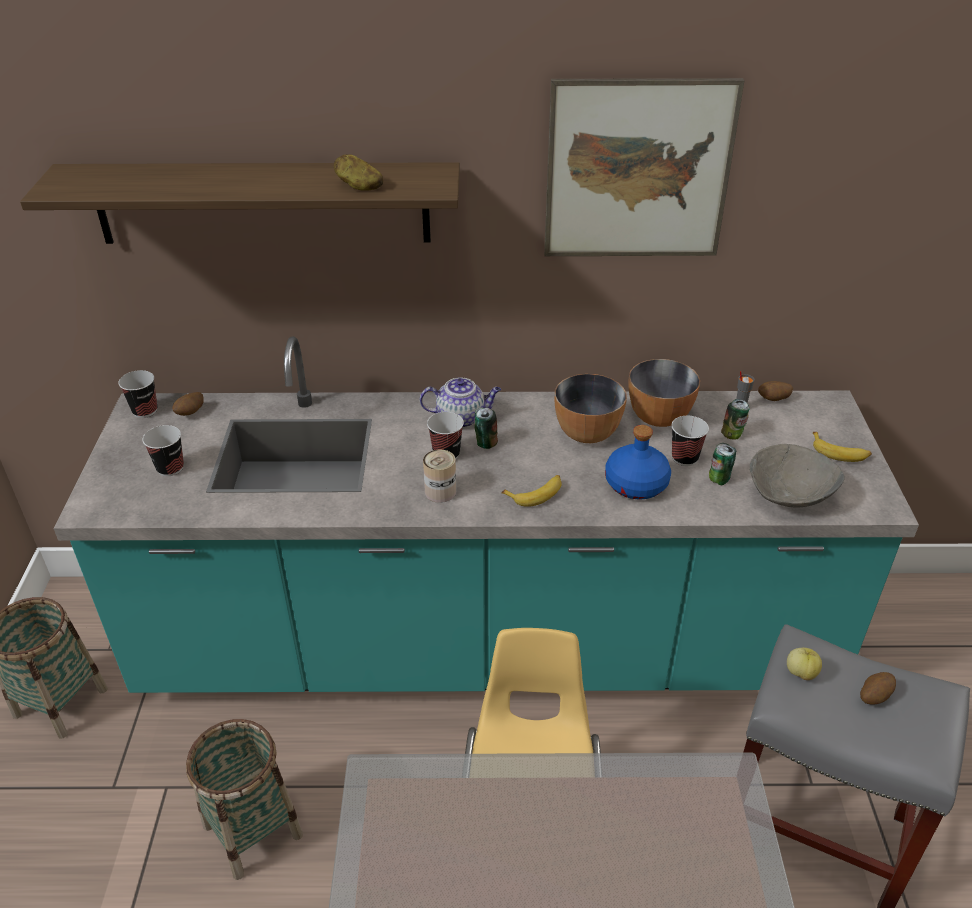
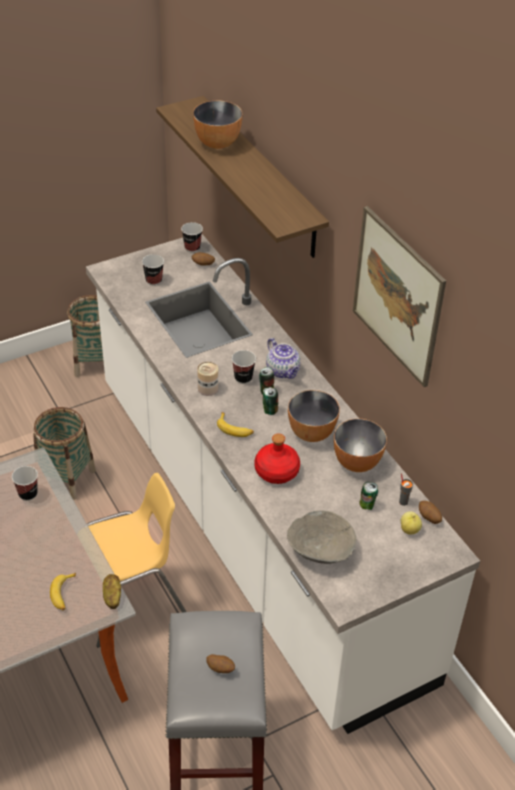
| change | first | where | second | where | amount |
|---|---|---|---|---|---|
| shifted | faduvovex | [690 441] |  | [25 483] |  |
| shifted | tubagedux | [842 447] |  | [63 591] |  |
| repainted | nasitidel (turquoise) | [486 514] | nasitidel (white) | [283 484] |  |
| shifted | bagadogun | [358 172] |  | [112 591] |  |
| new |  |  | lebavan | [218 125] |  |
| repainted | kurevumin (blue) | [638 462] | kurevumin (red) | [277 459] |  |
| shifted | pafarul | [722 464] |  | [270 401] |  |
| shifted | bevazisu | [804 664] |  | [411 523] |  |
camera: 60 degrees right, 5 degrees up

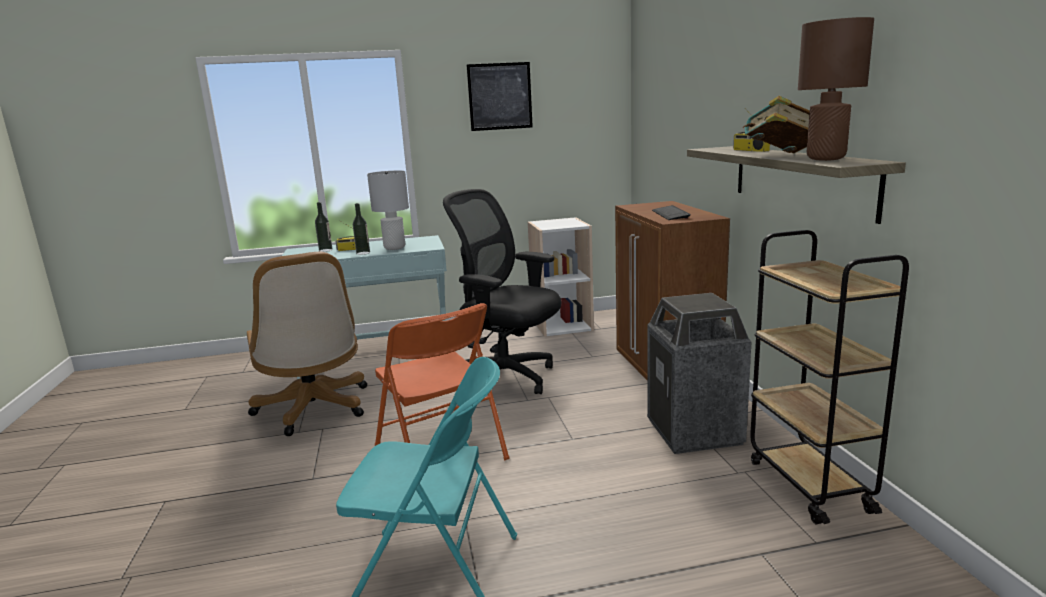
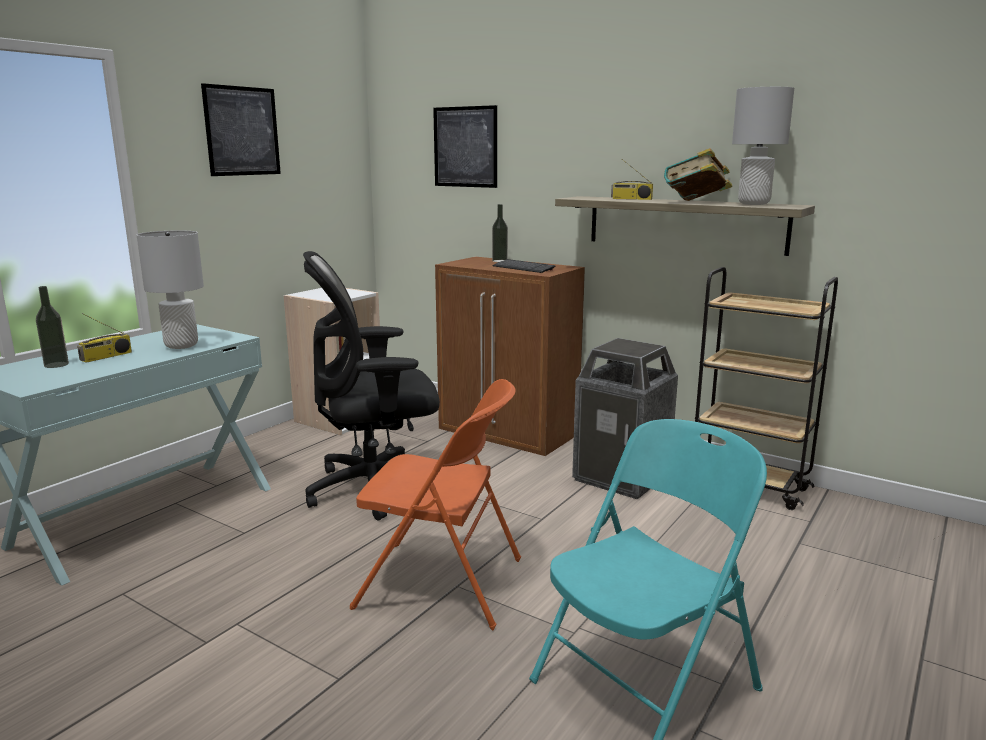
| change | first | where | second | where | amount |
|---|---|---|---|---|---|
| new |  |  | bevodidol | [465 146] |  |
| shifted | kurevumin | [361 229] |  | [500 233] |  |
| repainted | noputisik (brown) | [836 89] | noputisik (grey) | [763 146] |  |
| gone | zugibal | [307 344] |  |  |  |
camera: 45 degrees left, 0 degrees up

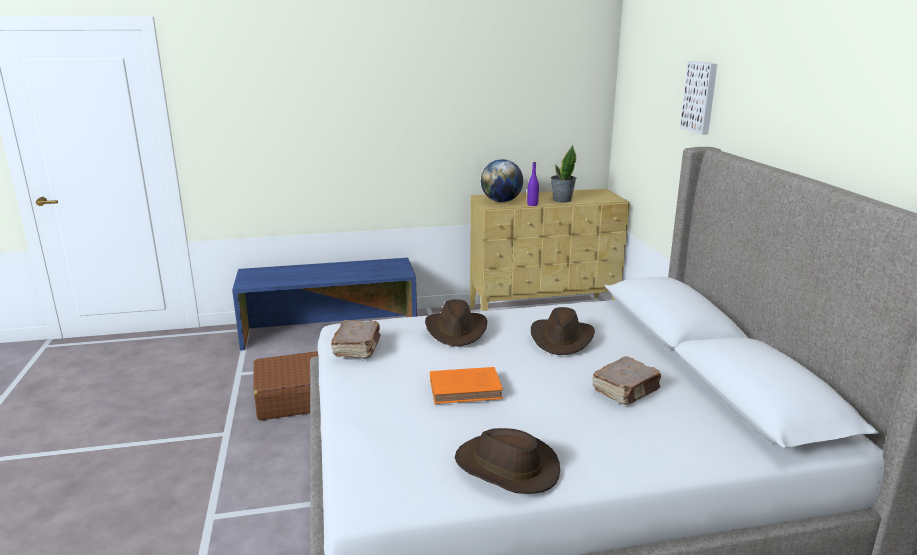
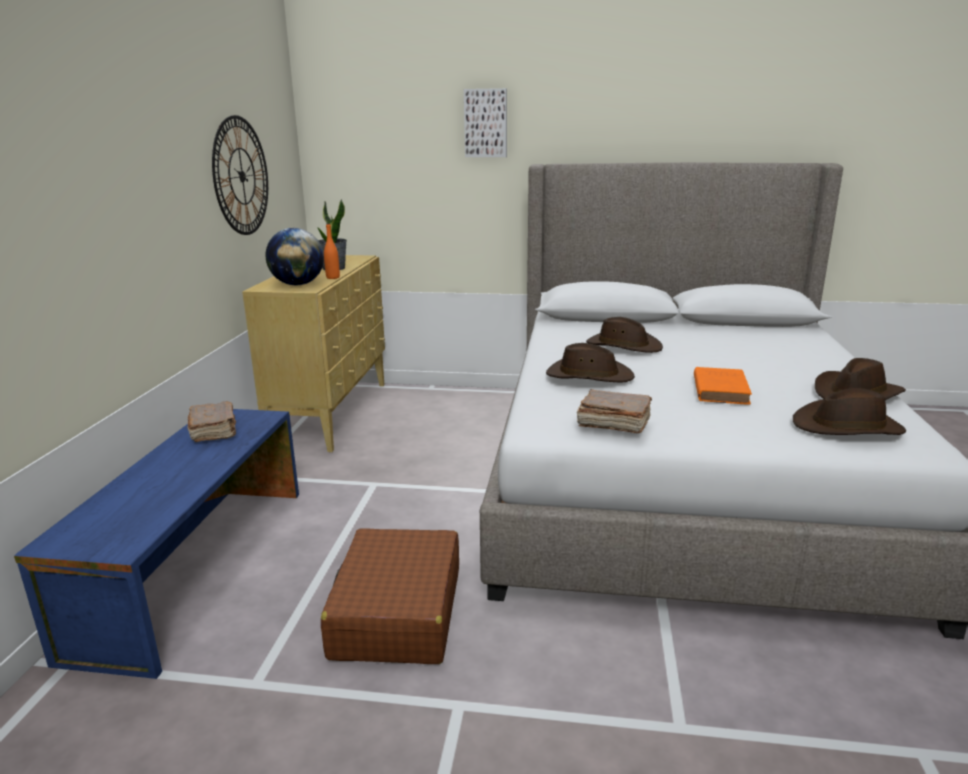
| change | first | where | second | where | amount |
|---|---|---|---|---|---|
| shifted | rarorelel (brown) | [626 380] |  | [212 421] |  |
| new |  |  | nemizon | [240 175] |  |
| repainted | kurevumin (purple) | [533 184] | kurevumin (orange) | [332 251] |  |
| new |  |  | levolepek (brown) | [849 411] |  |
camera: 70 degrees left, 0 degrees up

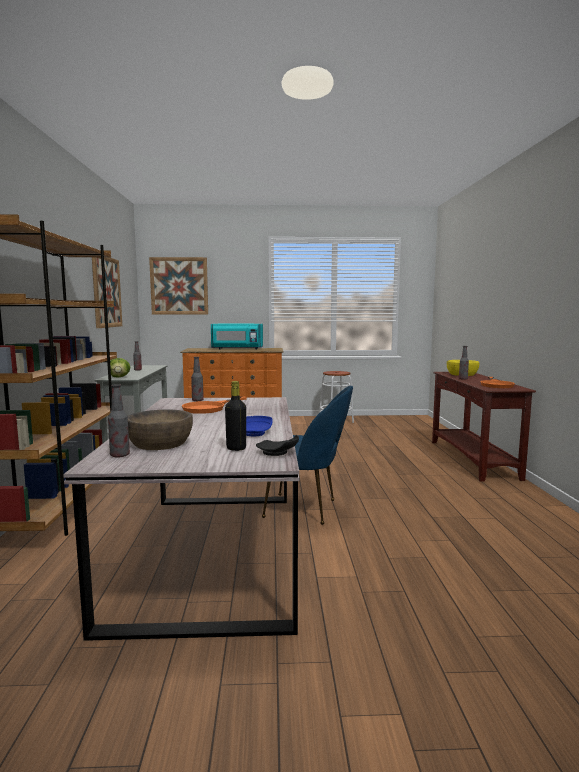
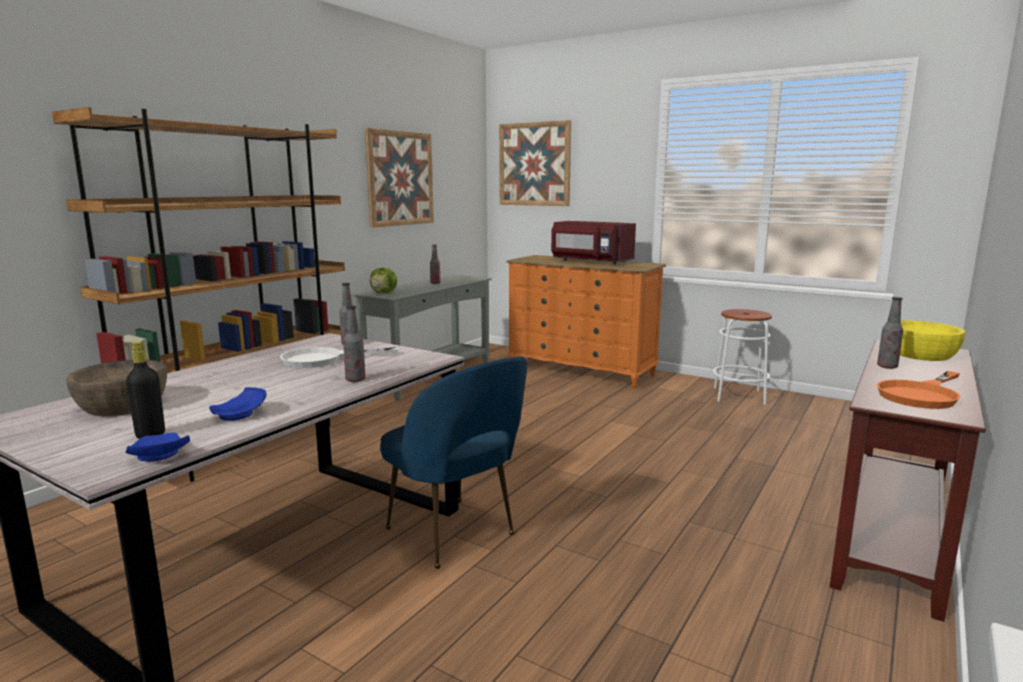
| change | first | where | second | where | amount |
|---|---|---|---|---|---|
| repainted | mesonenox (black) | [277 445] | mesonenox (blue) | [157 447] |  |
| repainted | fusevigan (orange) | [214 405] | fusevigan (white) | [339 357] |  |
| shifted | kurevumin | [119 420] |  | [354 343] |  |
| repainted | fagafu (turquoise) | [237 337] | fagafu (red) | [593 242] |  |
camera: 35 degrees right, 5 degrees up

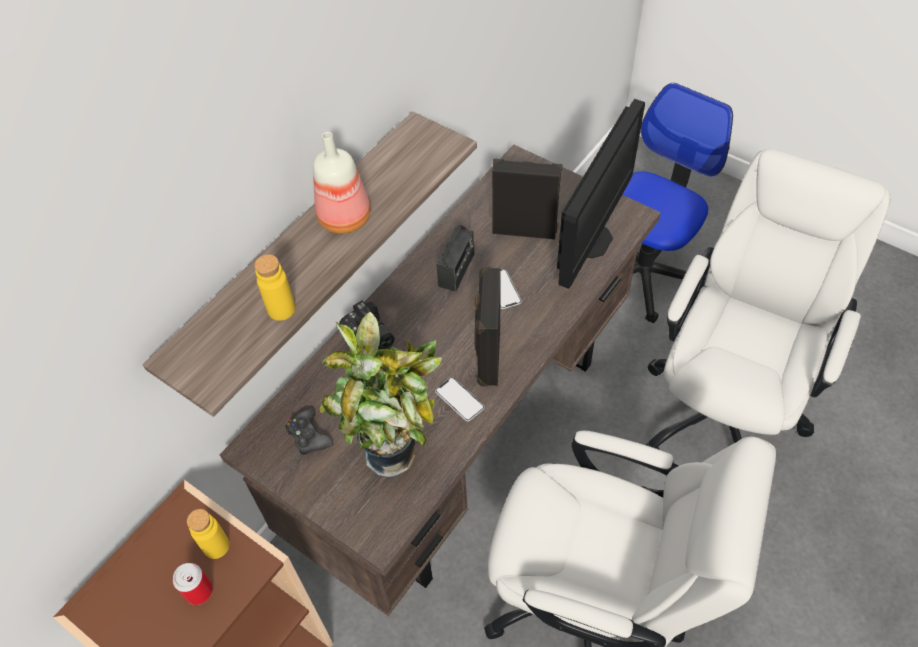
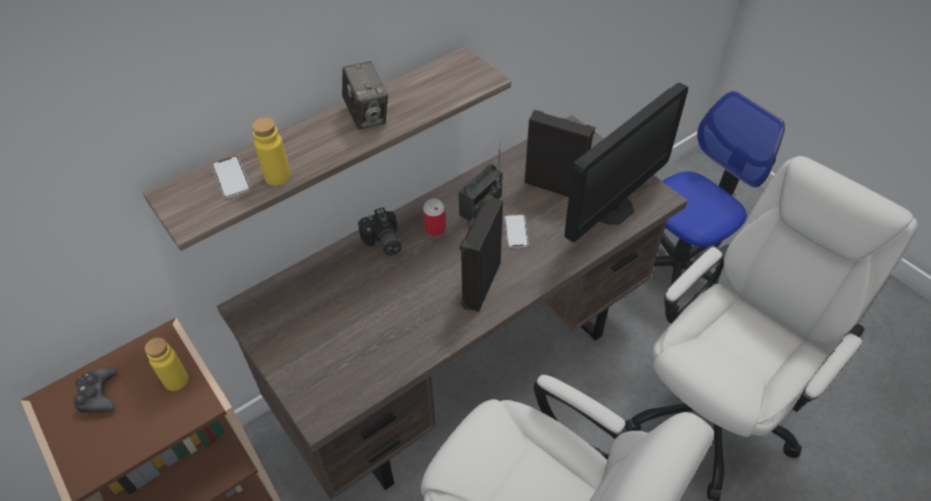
| change | first | where | second | where | amount |
|---|---|---|---|---|---|
| shifted | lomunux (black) | [309 431] |  | [95 390] |  |
| shifted | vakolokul | [460 399] |  | [231 177] |  |
| swapped | kurevumin | [342 183] | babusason | [365 95] |  |
| shifted | pafarul | [192 584] |  | [434 217] |  |
| gone | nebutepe | [381 394] |  |  |  |
camera: 15 degrees right, 5 degrees down

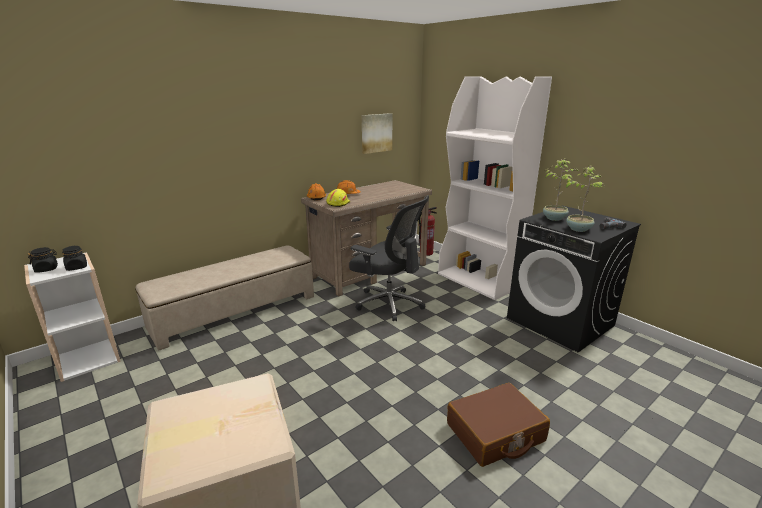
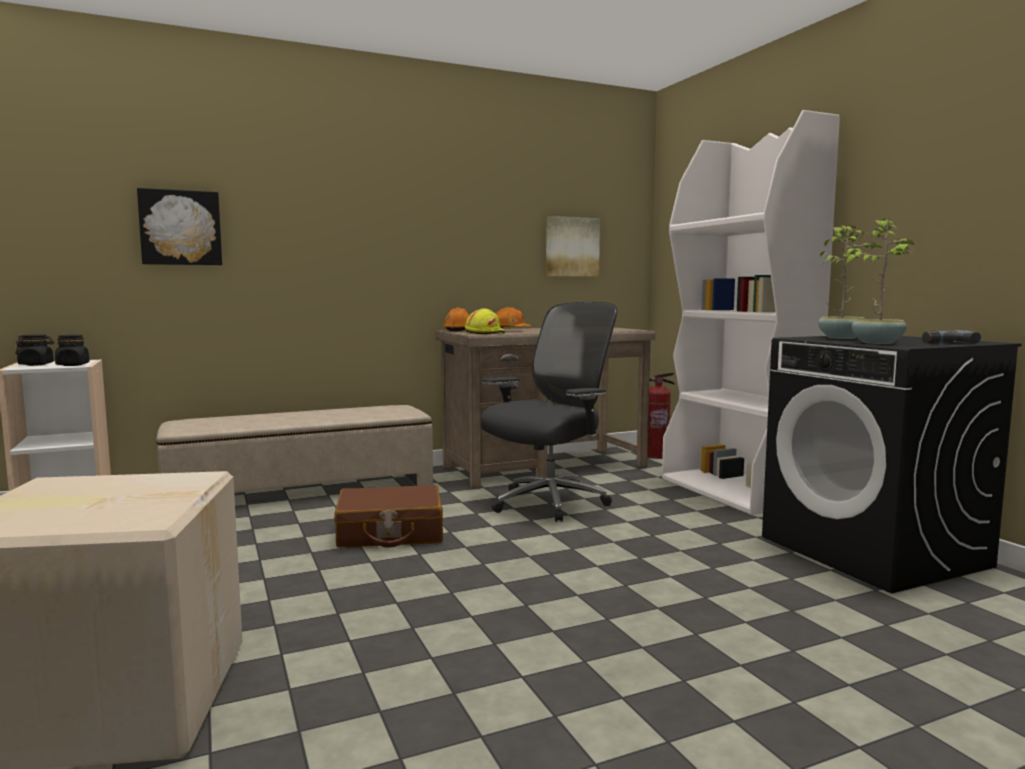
| change | first | where | second | where | amount |
|---|---|---|---|---|---|
| new |  |  | bevodidol | [179 226] |  |
| shifted | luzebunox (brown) | [498 425] |  | [388 516] |  |
| rotated | zugibal | [389 258] |  | [549 412] | 90 degrees counterclockwise |
camera: 15 degrees right, 15 degrees down

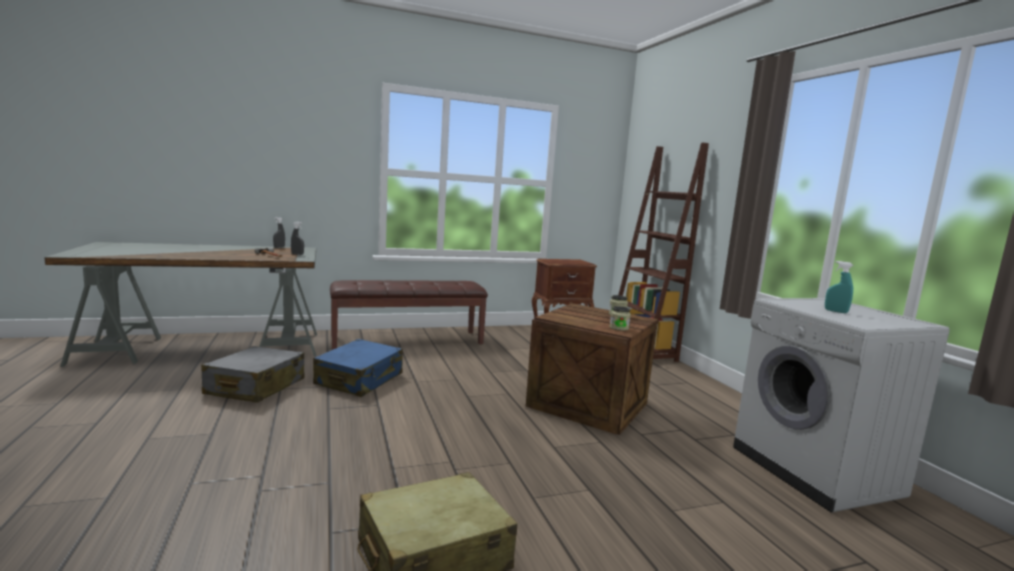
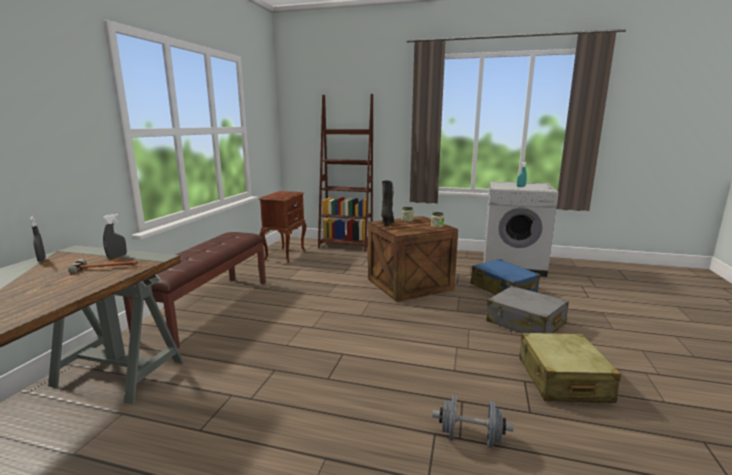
| change | first | where | second | where | amount |
|---|---|---|---|---|---|
| new |  |  | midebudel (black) | [387 203] |  |
| new |  |  | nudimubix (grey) | [473 421] |  |
| shifted | luzebunox (blue) | [358 368] |  | [505 277] |  |
| shifted | luzebunox (grey) | [252 374] |  | [528 309] |  |
camera: 55 degrees left, 5 degrees up

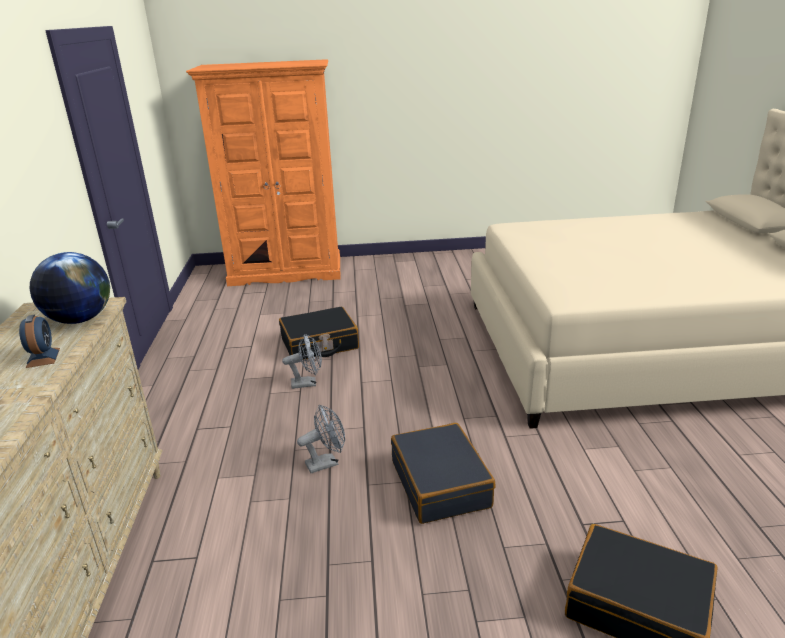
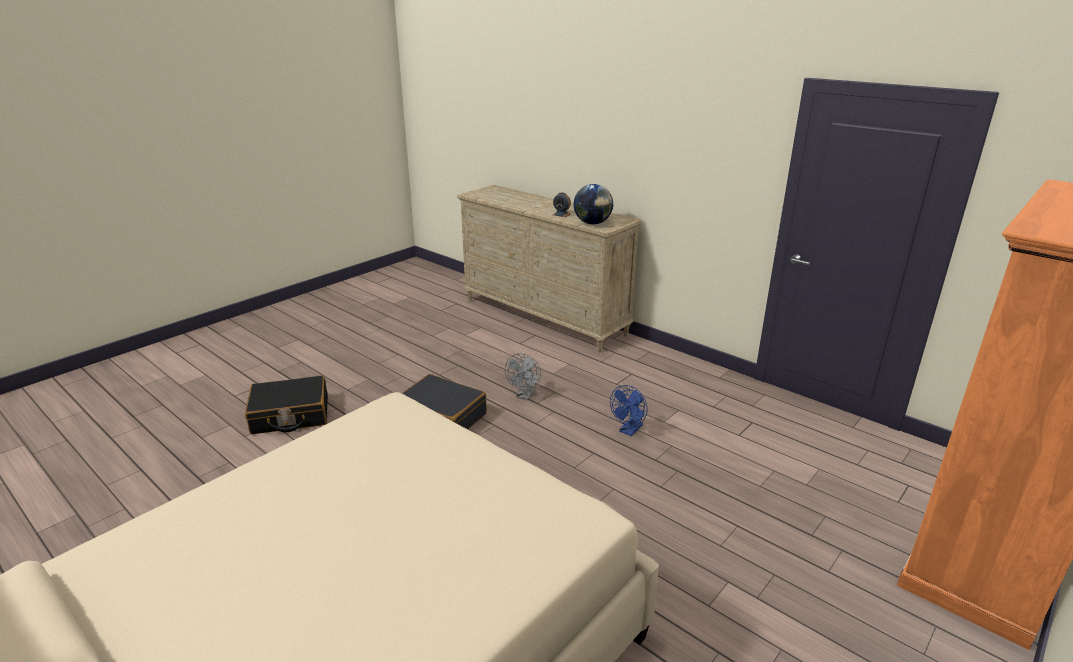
| change | first | where | second | where | amount |
|---|---|---|---|---|---|
| repainted | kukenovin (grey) | [302 361] | kukenovin (blue) | [629 410] |  |
| gone | luzebunox (black) | [319 333] |  |  |  |
camera: 135 degrees right, 0 degrees up

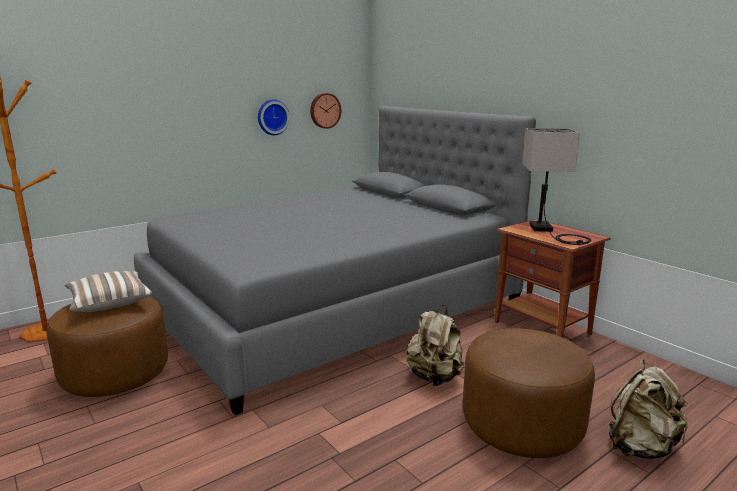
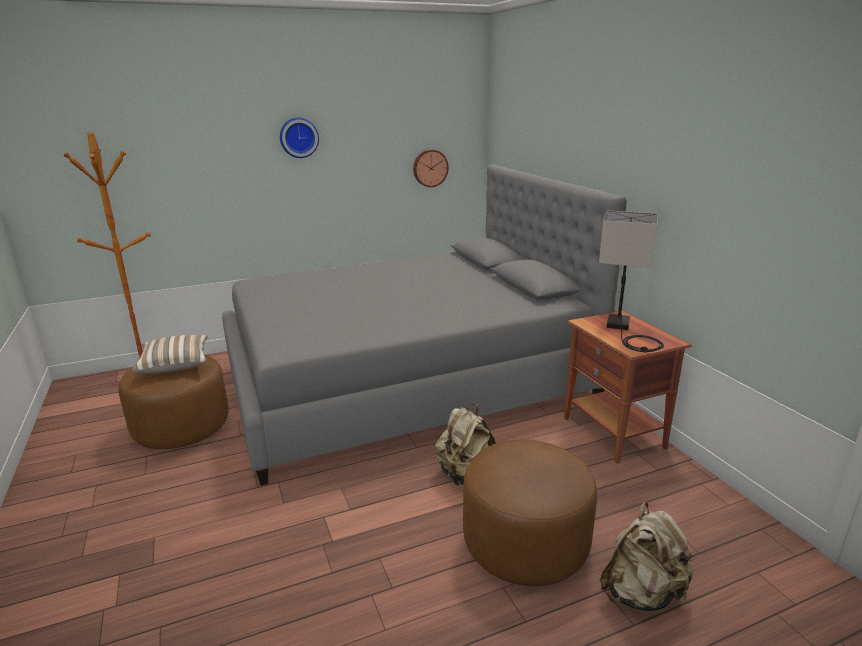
| change | first | where | second | where | amount |
|---|---|---|---|---|---|
| shifted | nemizon | [274 117] |  | [299 137] |  |
camera: 15 degrees right, 5 degrees up

